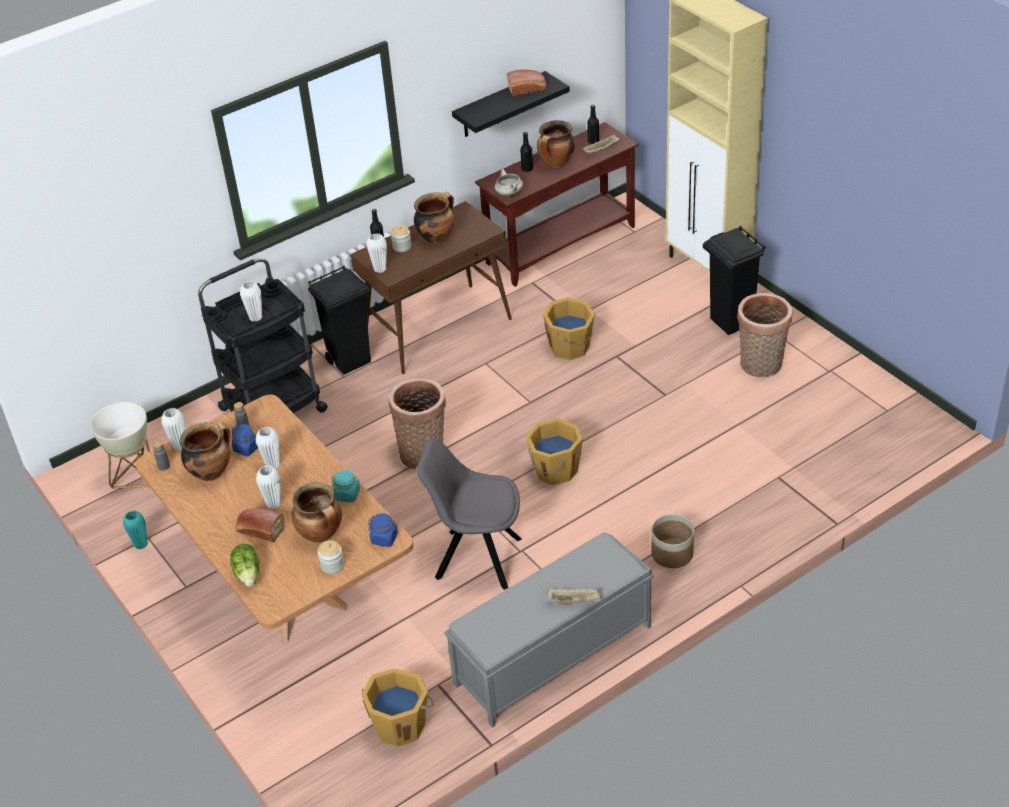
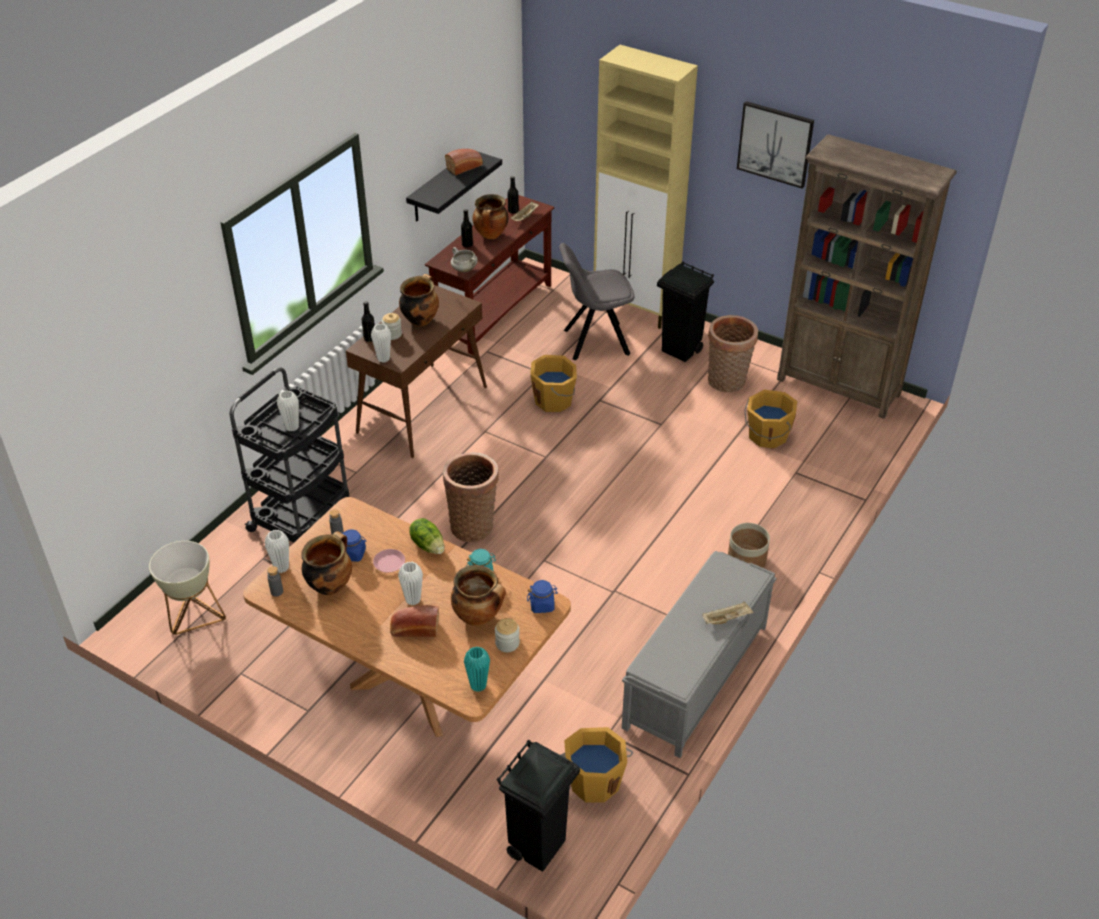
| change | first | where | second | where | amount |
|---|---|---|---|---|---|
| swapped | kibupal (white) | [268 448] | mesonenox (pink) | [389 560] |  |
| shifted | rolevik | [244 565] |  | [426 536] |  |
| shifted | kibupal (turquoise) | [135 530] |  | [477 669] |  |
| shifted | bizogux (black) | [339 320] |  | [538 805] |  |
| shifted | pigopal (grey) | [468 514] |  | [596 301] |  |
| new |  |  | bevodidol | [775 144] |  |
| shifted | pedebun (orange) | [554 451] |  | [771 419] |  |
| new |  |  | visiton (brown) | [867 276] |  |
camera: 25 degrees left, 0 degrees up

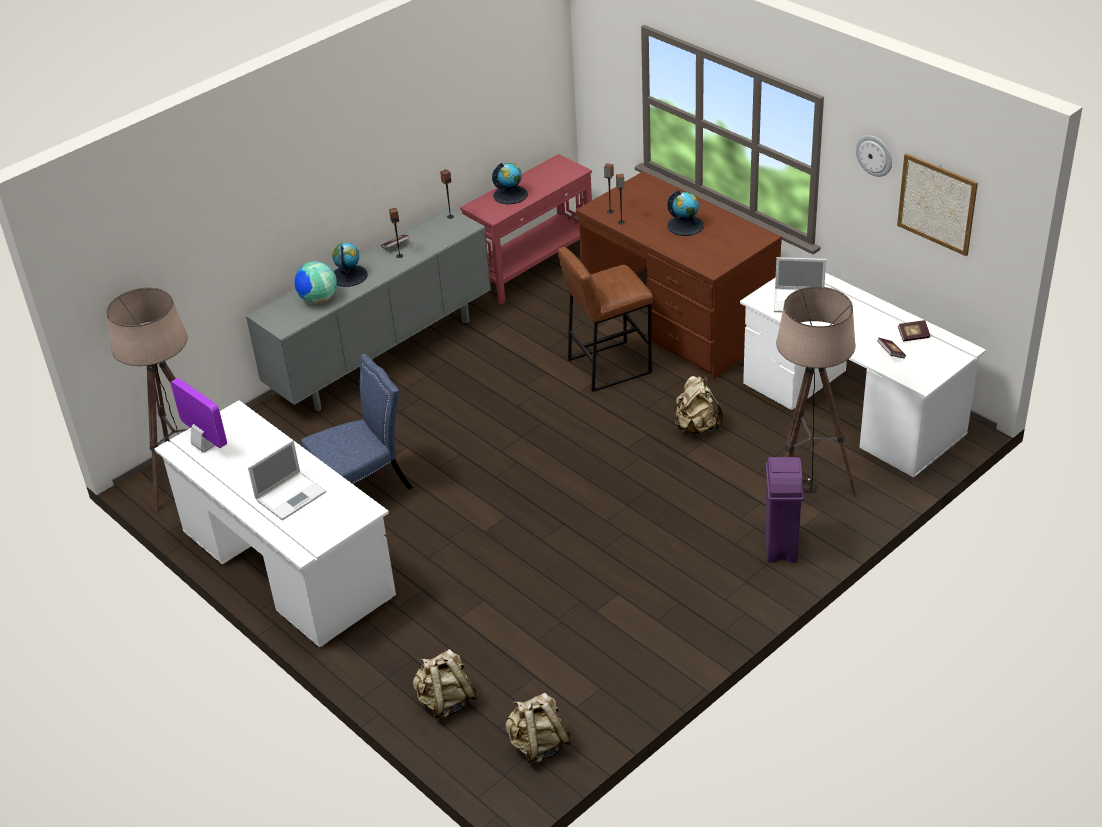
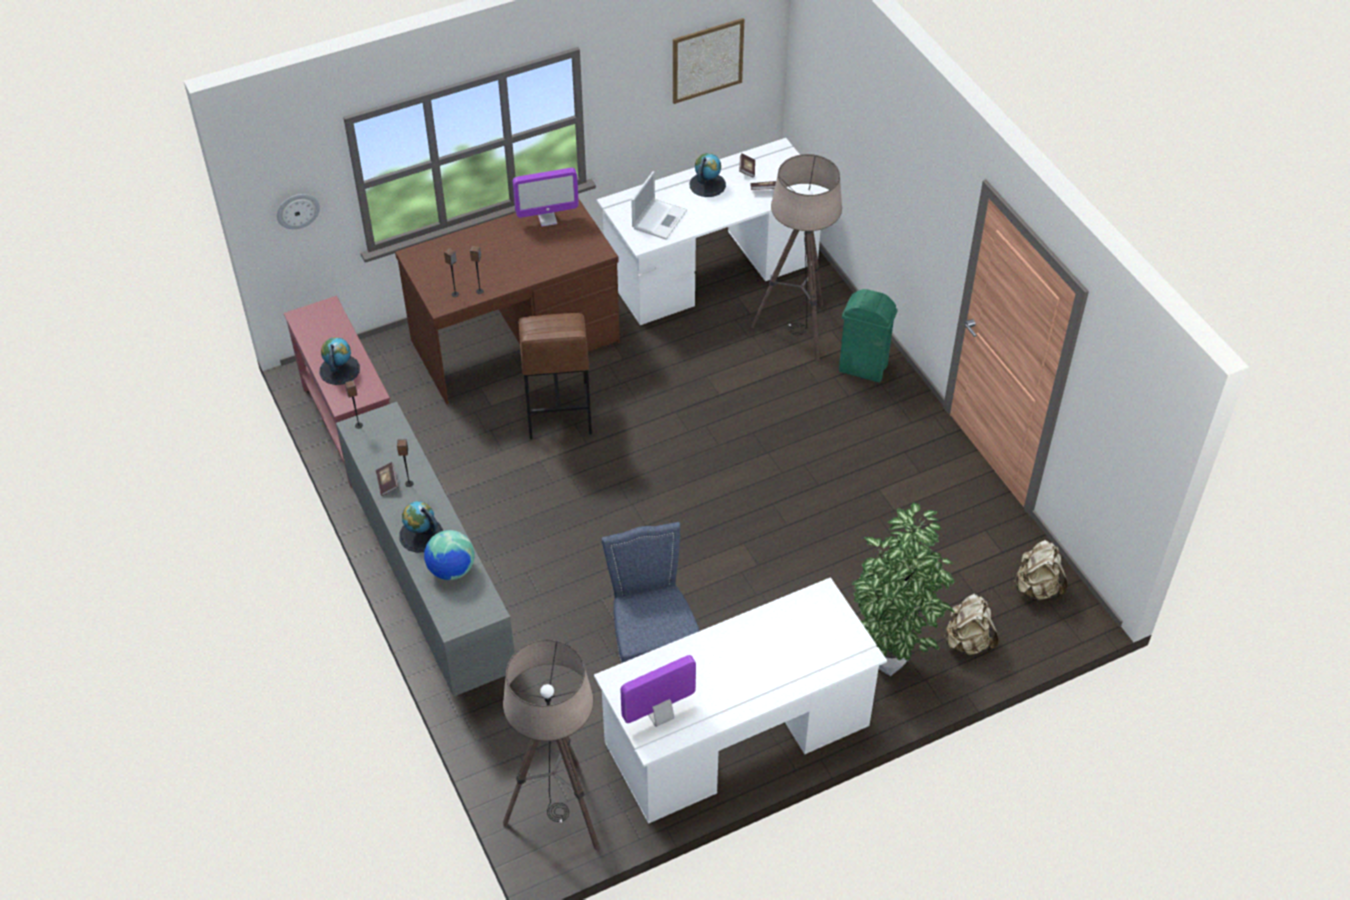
| change | first | where | second | where | amount |
|---|---|---|---|---|---|
| shifted | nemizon | [874 156] |  | [298 211] |  |
| new |  |  | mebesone | [546 197] |  |
| shifted | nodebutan | [685 213] |  | [708 175] |  |
| repainted | bizogux (purple) | [784 510] | bizogux (green) | [868 335] |  |
| new |  |  | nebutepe | [903 589] |  |
| gone | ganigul | [287 480] |  |  |  |
| gone | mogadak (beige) | [699 405] |  |  |  |
camera: 75 degrees left, 10 degrees up

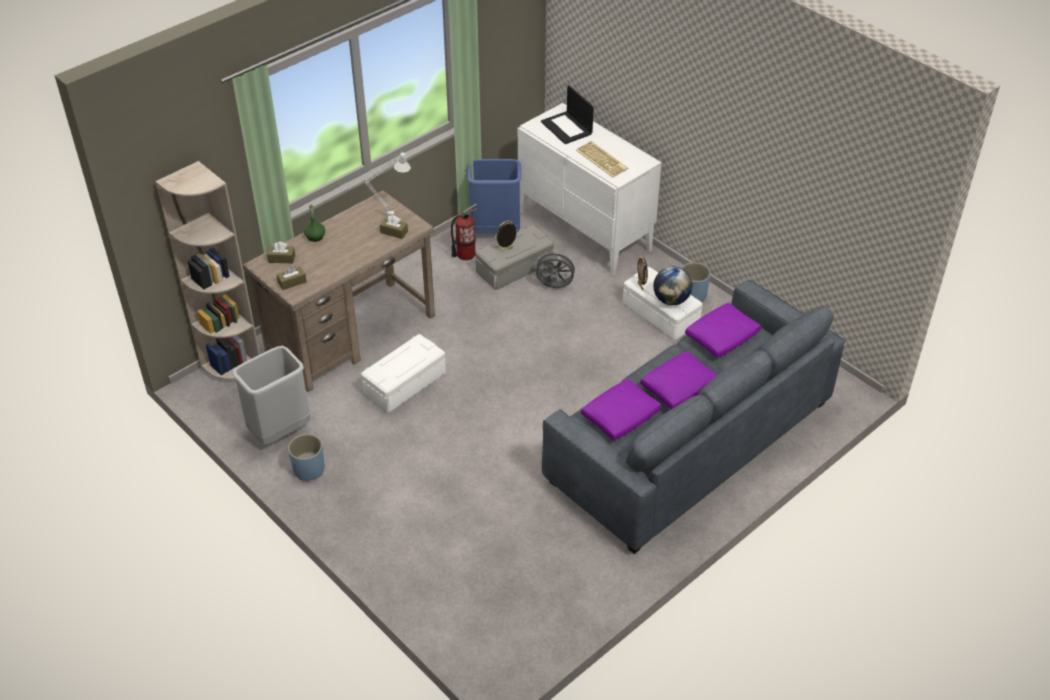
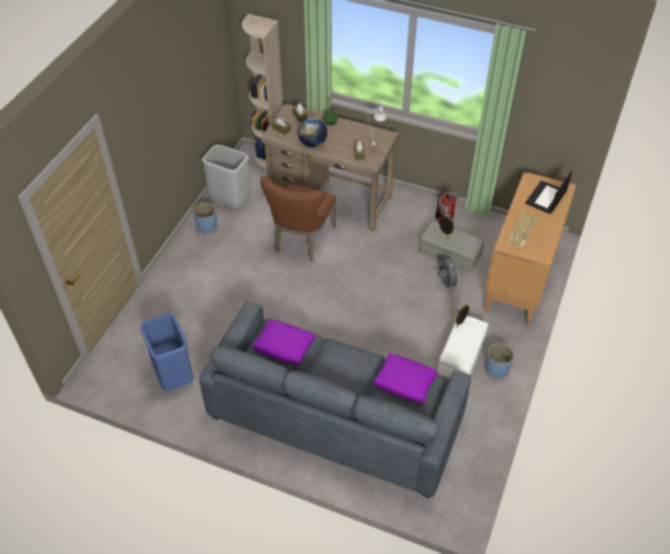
| change | first | where | second | where | amount |
|---|---|---|---|---|---|
| shifted | bizogux (blue) | [494 196] |  | [166 352] |  |
| swapped | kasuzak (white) | [403 373] | pigopal (brown) | [298 219] |  |
| shifted | nodebutan | [672 285] |  | [312 132] |  |
| repainted | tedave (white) | [590 189] | tedave (brown) | [530 249] |  |
| gone | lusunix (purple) | [678 380] |  |  |  |
camera: 65 degrees right, 5 degrees up

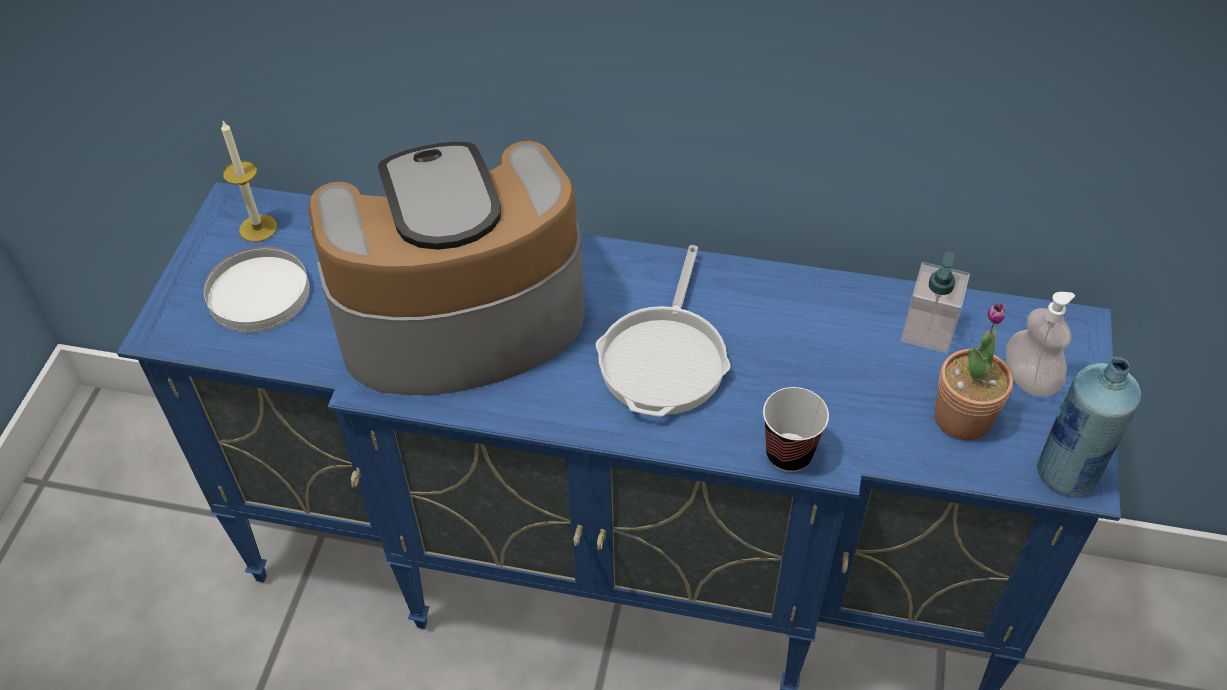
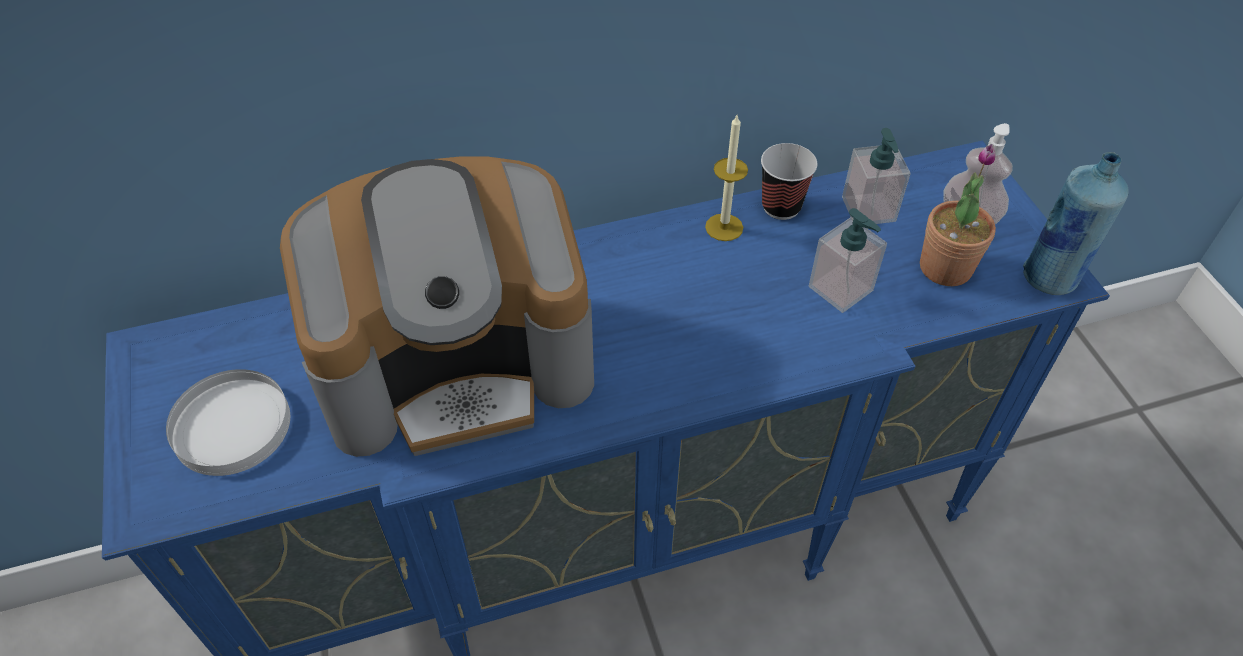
| change | first | where | second | where | amount |
|---|---|---|---|---|---|
| rotated | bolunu | [447 268] |  | [437 306] | 150 degrees counterclockwise |
| shifted | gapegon | [249 181] |  | [726 178] |  |
| shifted | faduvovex | [796 429] |  | [789 181] |  |
| new |  |  | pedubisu | [848 260] |  |
| gone | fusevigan | [663 331] |  |  |  |
camera: 30 degrees left, 0 degrees up

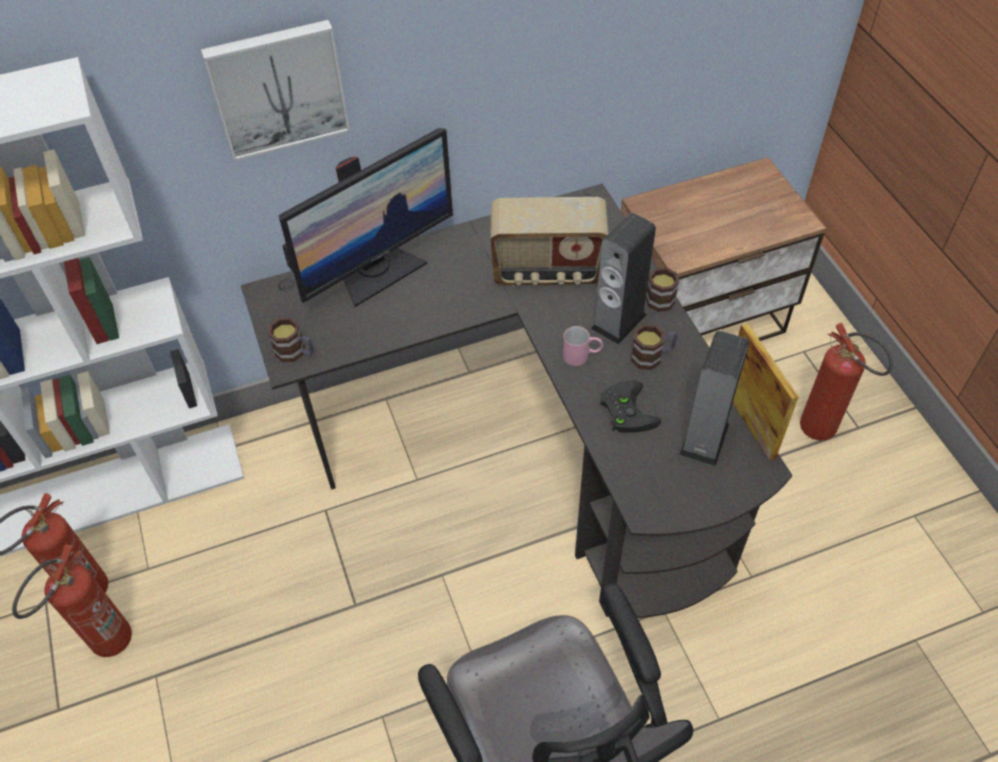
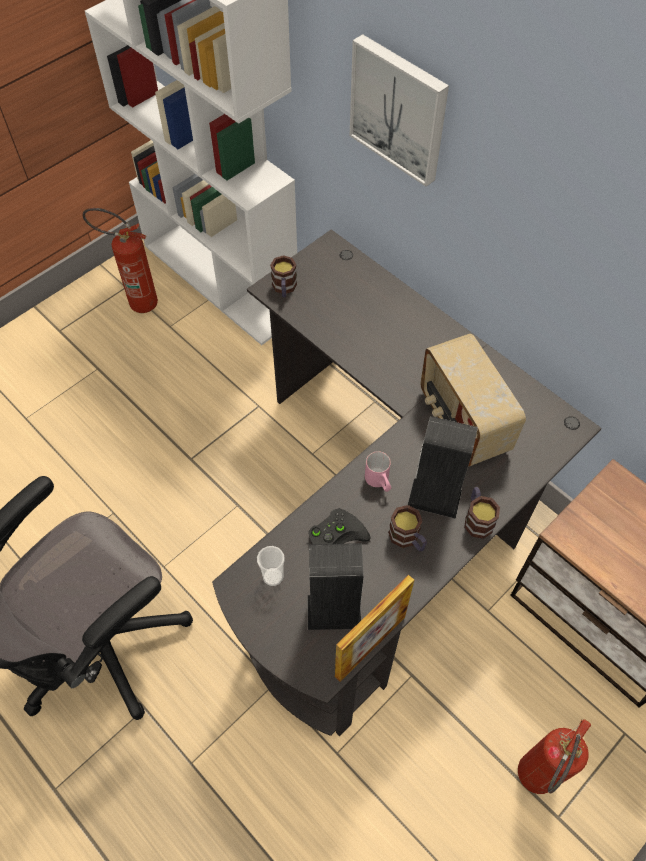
| change | first | where | second | where | amount |
|---|---|---|---|---|---|
| new |  |  | faduvovex | [271 566] |  |
| gone | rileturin | [72 600] |  |  |  |
| gone | mebesone | [366 217] |  |  |  |
camera: 65 degrees right, 5 degrees up

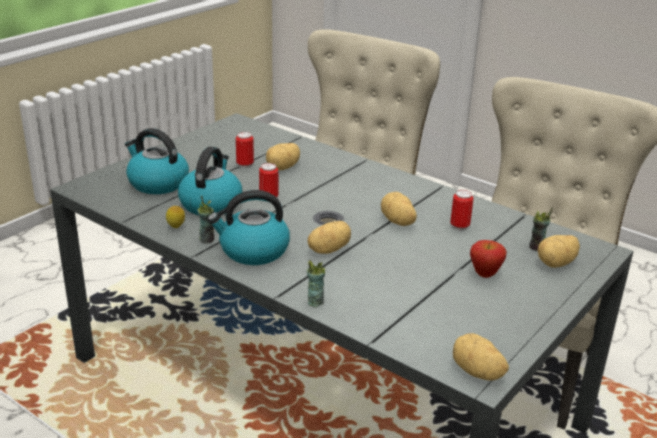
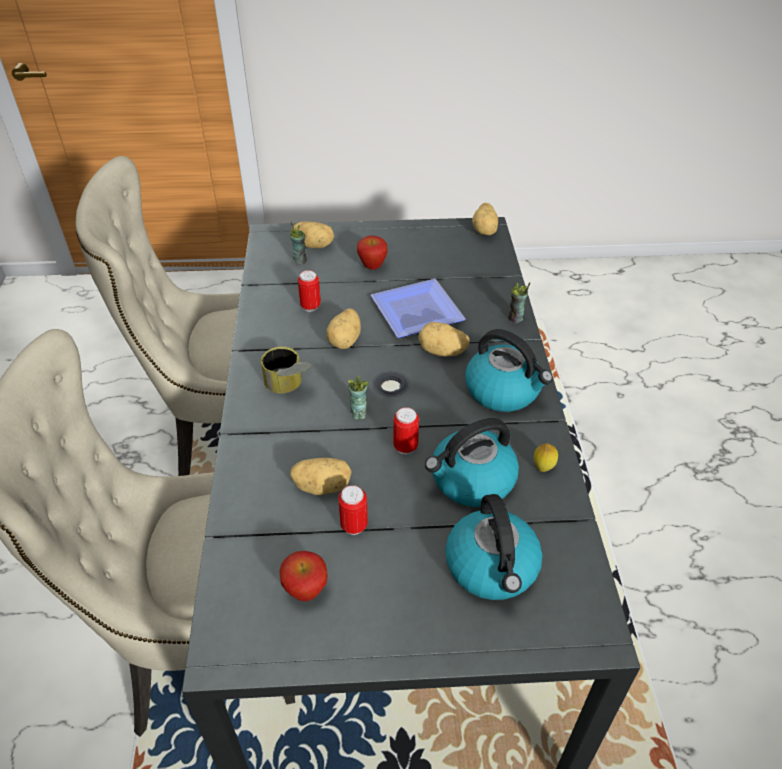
| change | first | where | second | where | amount |
|---|---|---|---|---|---|
| new |  |  | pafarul | [286 370] |  |
| new |  |  | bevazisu | [303 576] |  |
| shifted | faduvovex | [206 219] |  | [358 398] |  |
| new |  |  | mesonenox | [418 308] |  |
camera: 130 degrees left, 15 degrees up

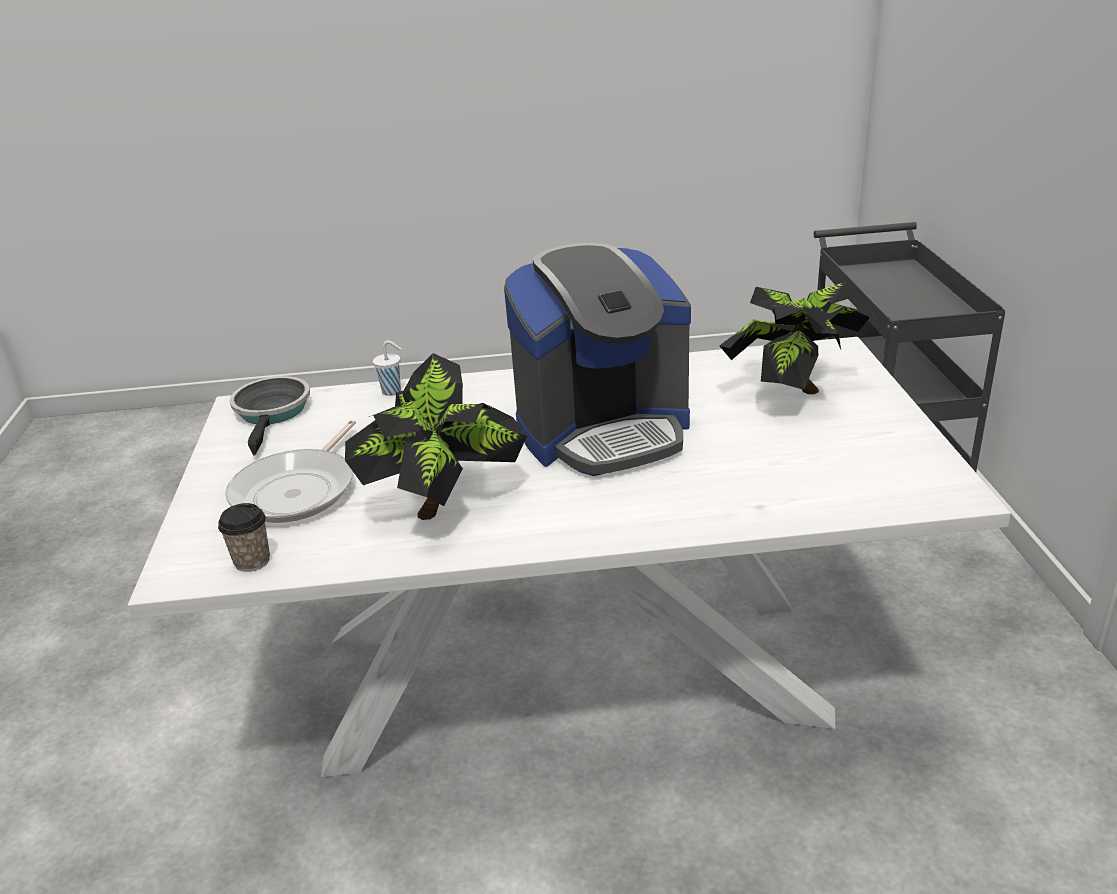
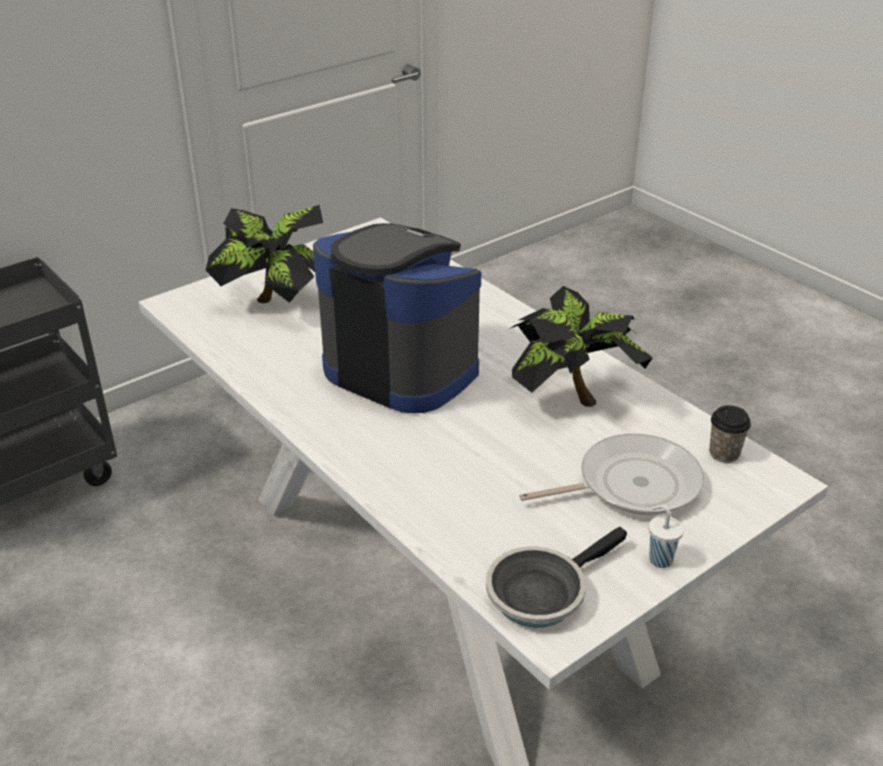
| change | first | where | second | where | amount |
|---|---|---|---|---|---|
| shifted | faduvovex (white) | [387 368] |  | [666 536] |  |
camera: 125 degrees left, 5 degrees up

